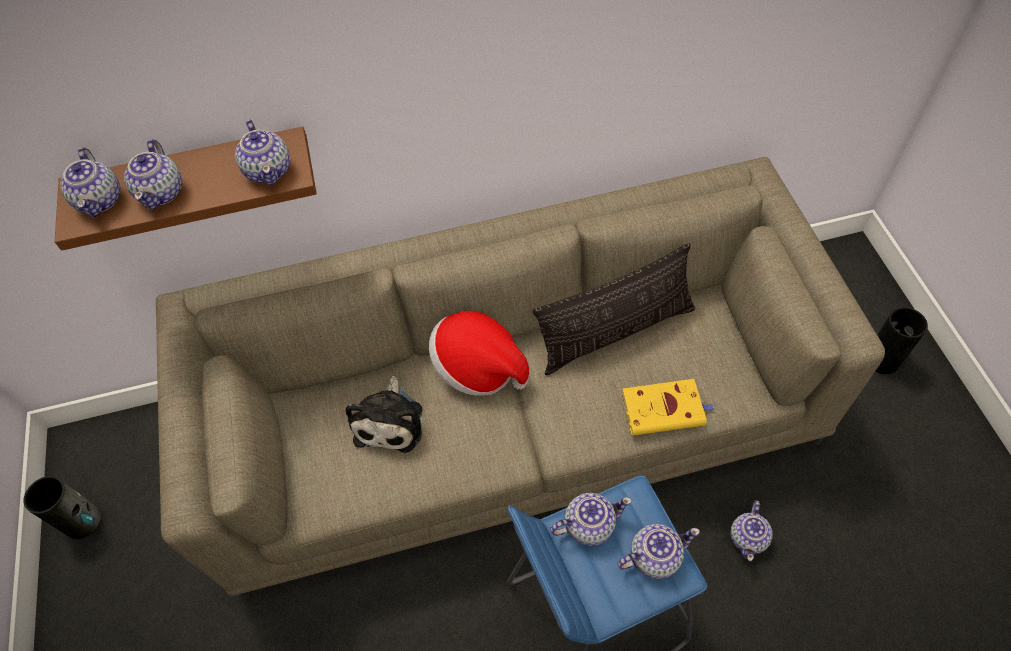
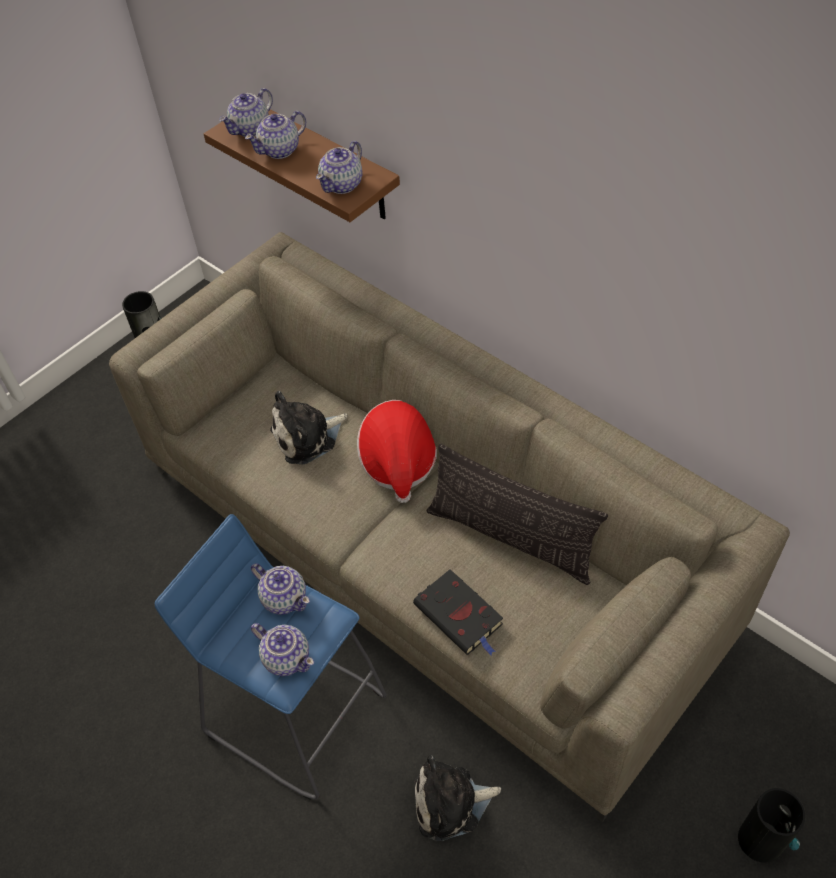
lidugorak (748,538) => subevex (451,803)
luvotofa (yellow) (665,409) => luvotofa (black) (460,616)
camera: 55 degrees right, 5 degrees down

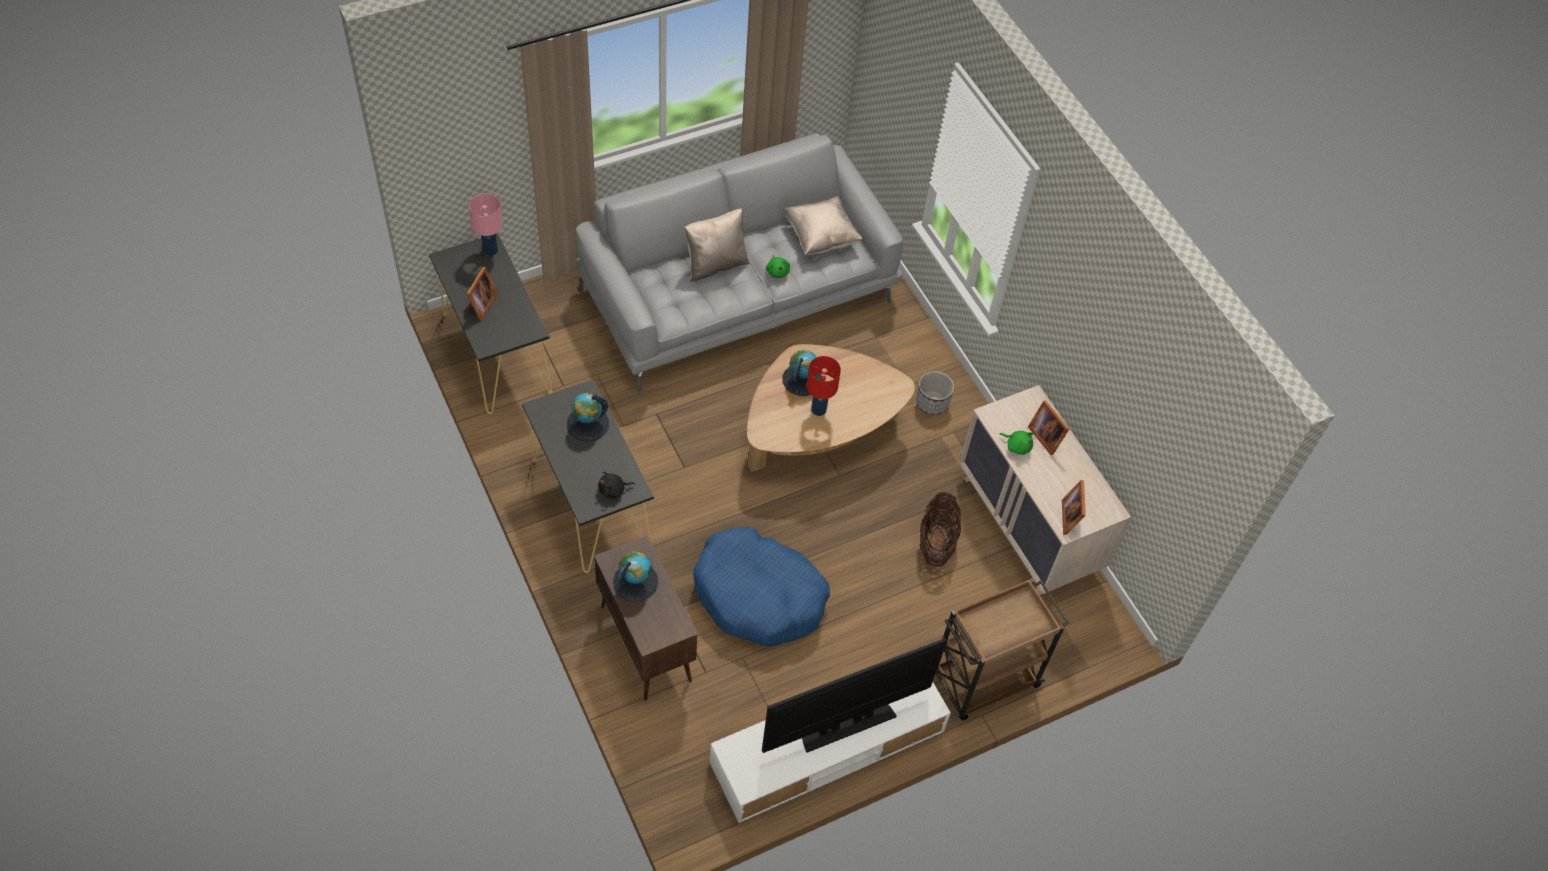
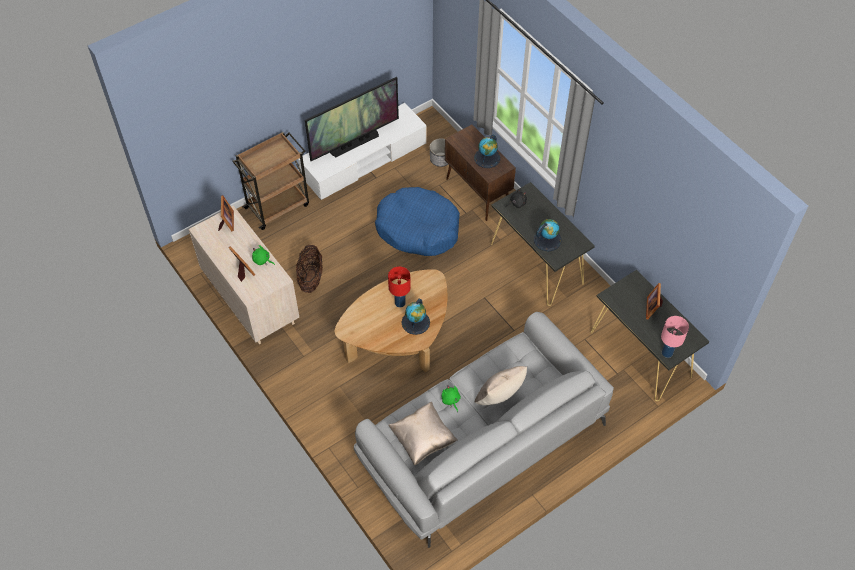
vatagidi (932,403) => vatagidi (440,159), move
camera: 175 degrees right, 0 degrees up

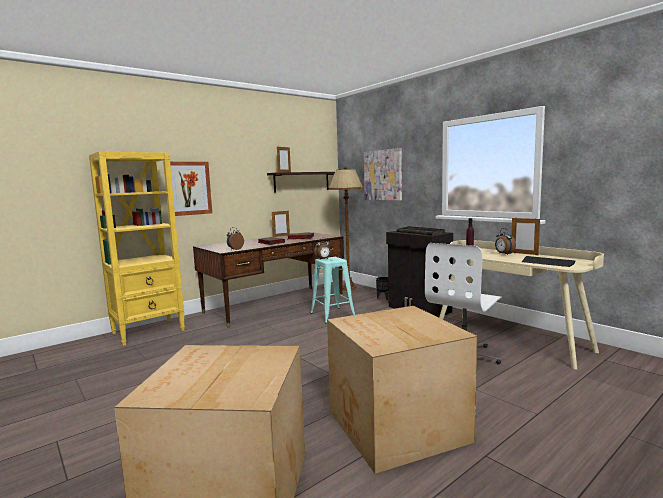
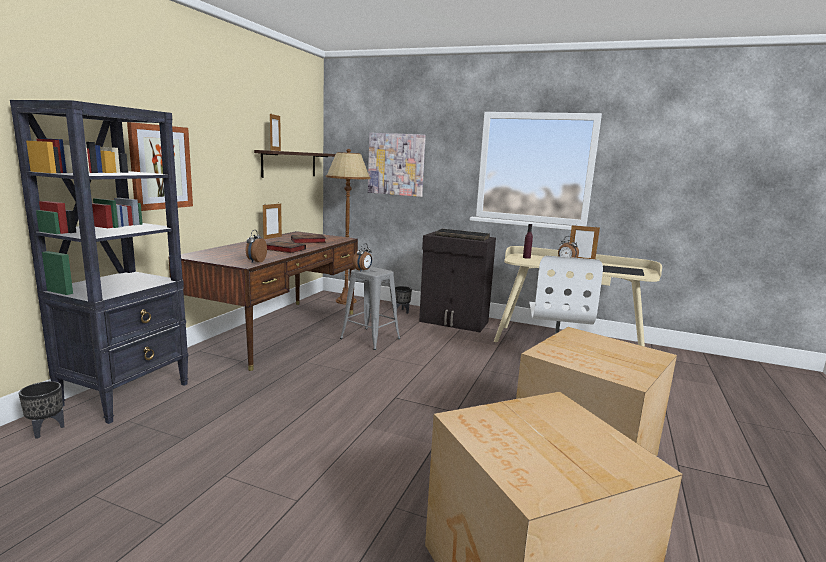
nothing => vatagidi (black) (46,430)
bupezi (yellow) (149,331) => bupezi (black) (127,394)
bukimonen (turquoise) (332,315) => bukimonen (grey) (370,339)
camera: 30 degrees left, 5 degrees up

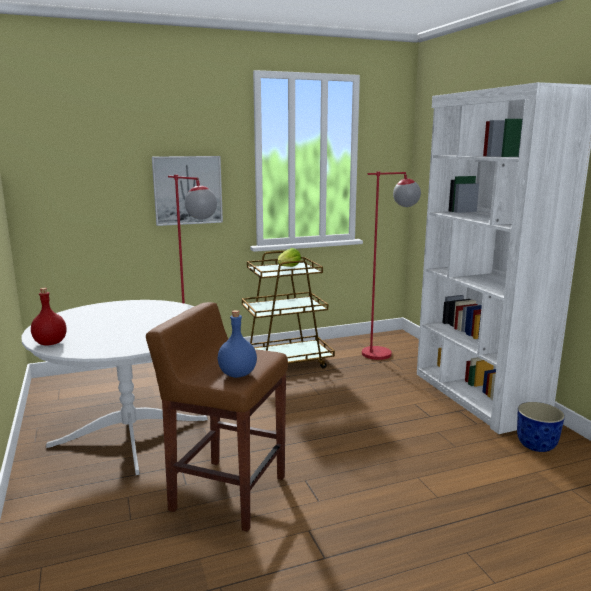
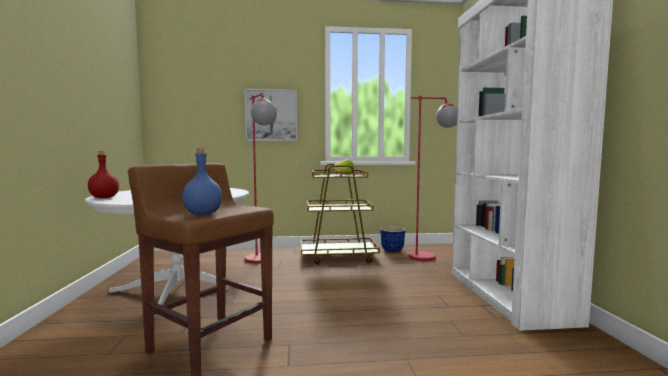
vatagidi (536,445) => vatagidi (392,250), move
camera: 15 degrees right, 10 degrees down

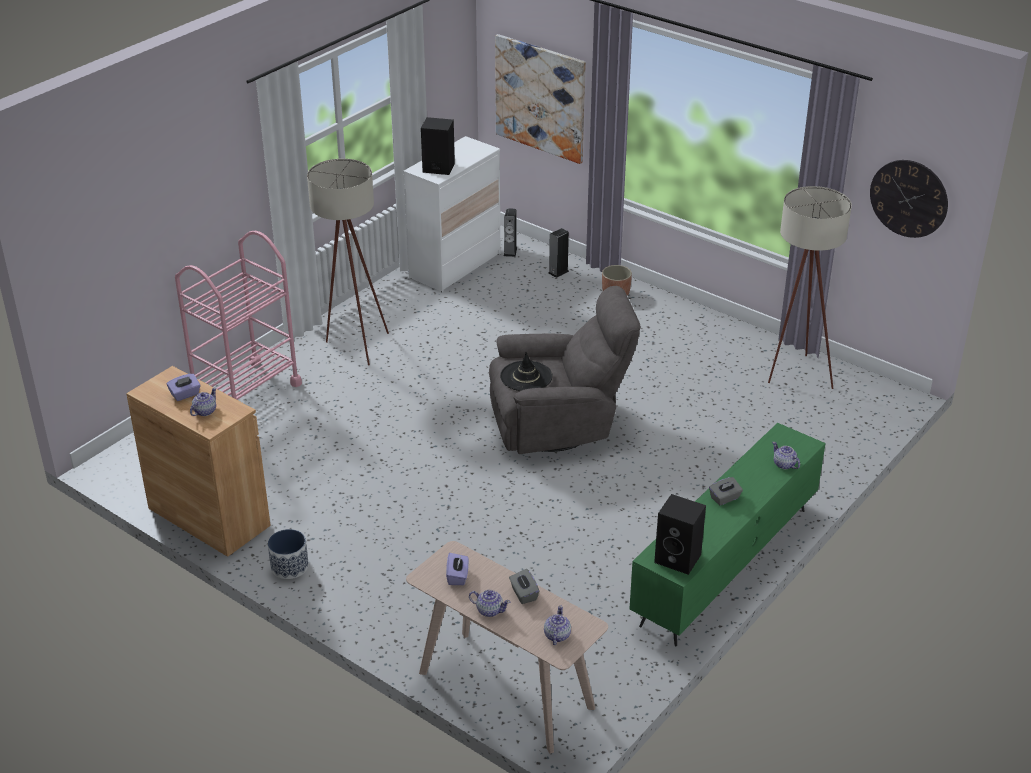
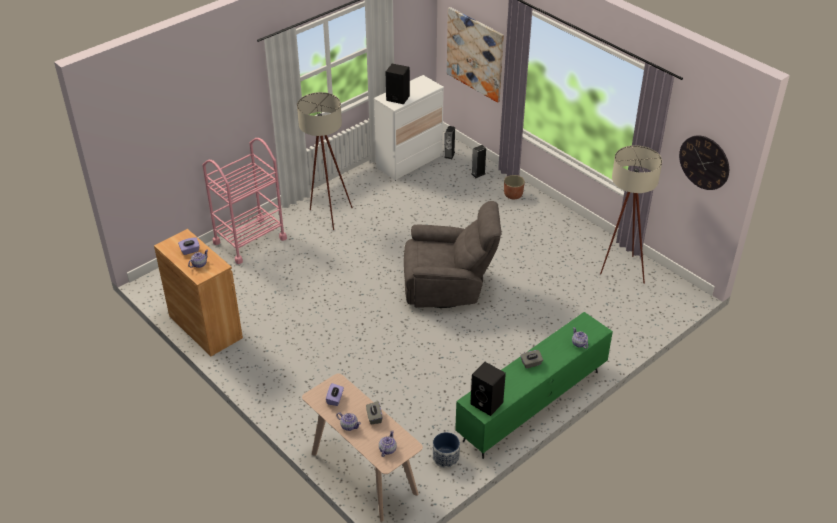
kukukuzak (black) (526,376) => nothing
vatagidi (289,567) => vatagidi (445,458), move
camera: 10 degrees right, 5 degrees up

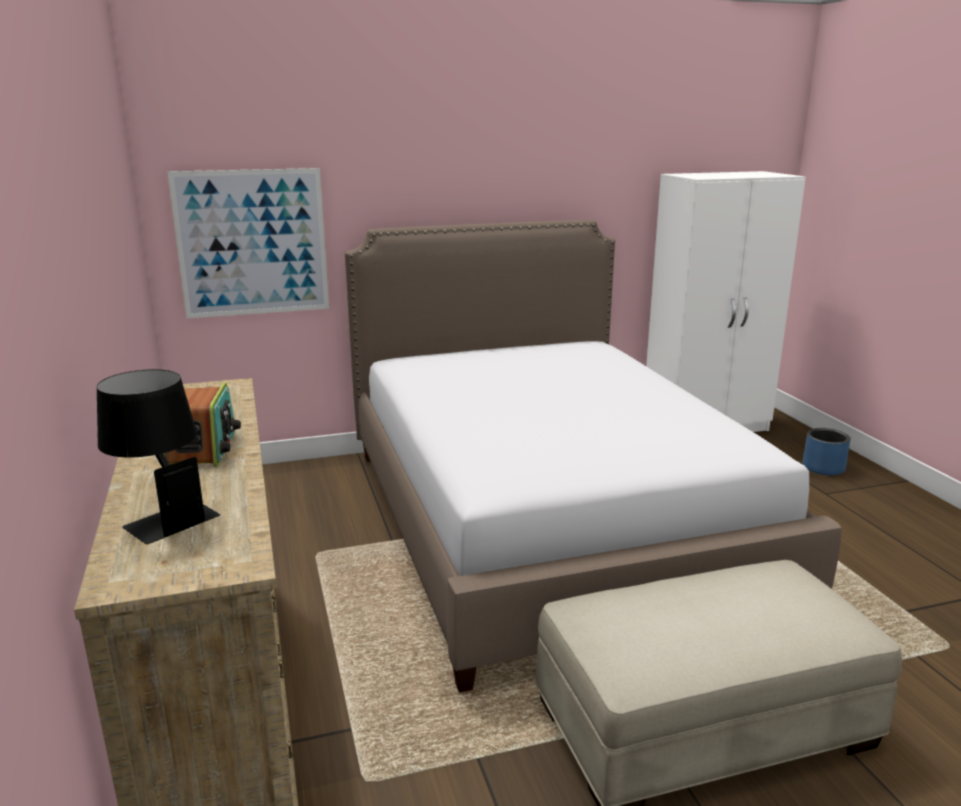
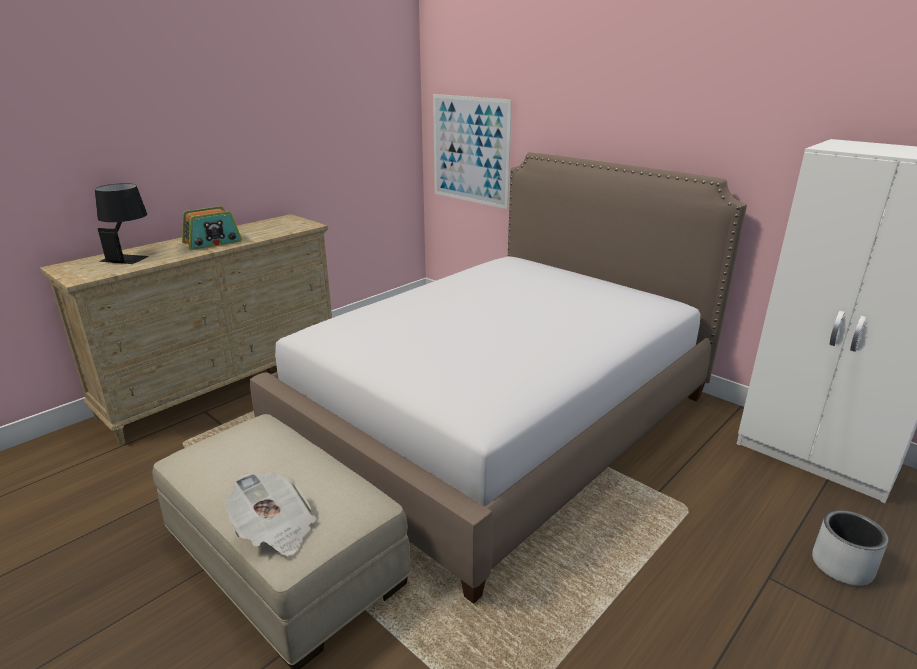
nothing => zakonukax (274,529)
vatagidi (blue) (823,468) => vatagidi (grey) (842,566)
camera: 60 degrees right, 5 degrees up

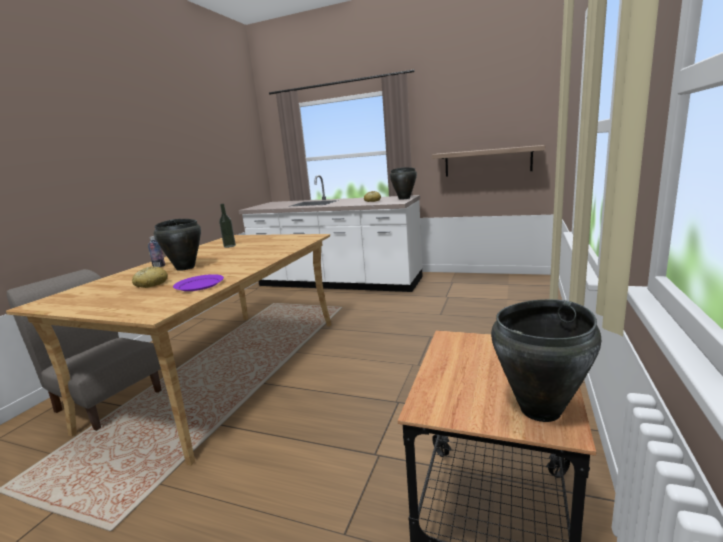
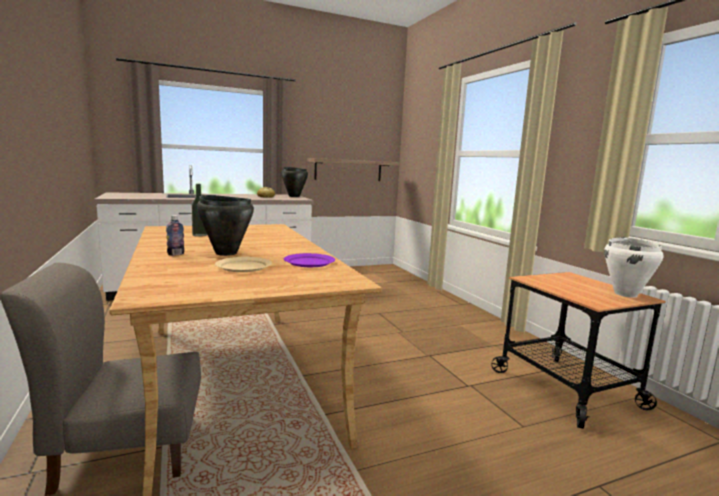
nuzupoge (151,284) => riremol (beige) (243,267)
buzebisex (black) (541,410) => buzebisex (white) (626,294)
camera: 45 degrees left, 5 degrees down

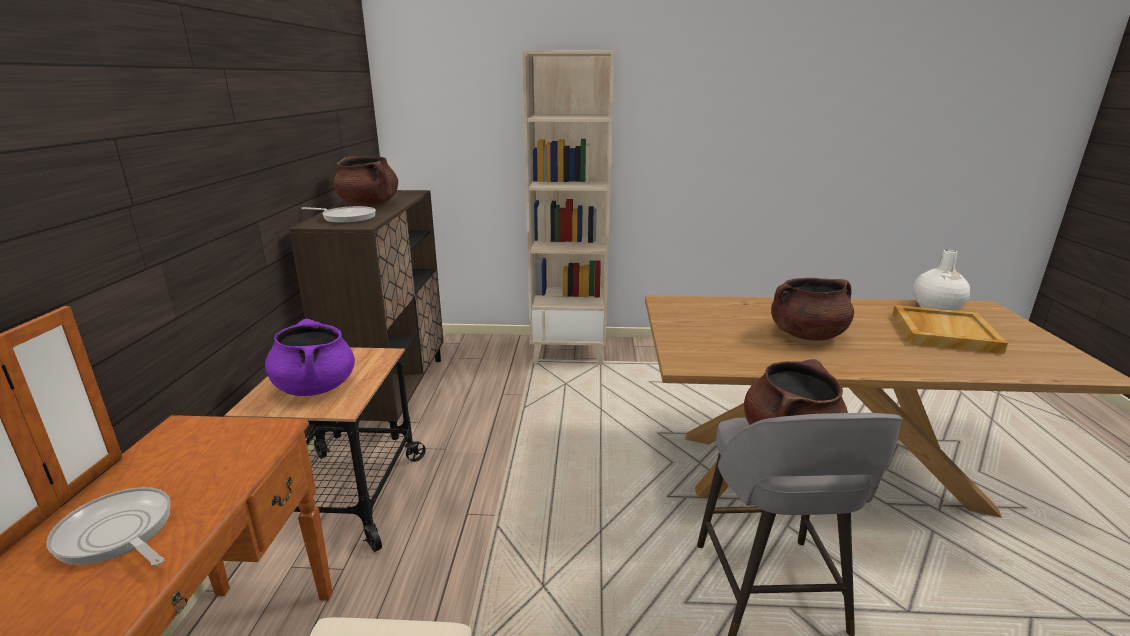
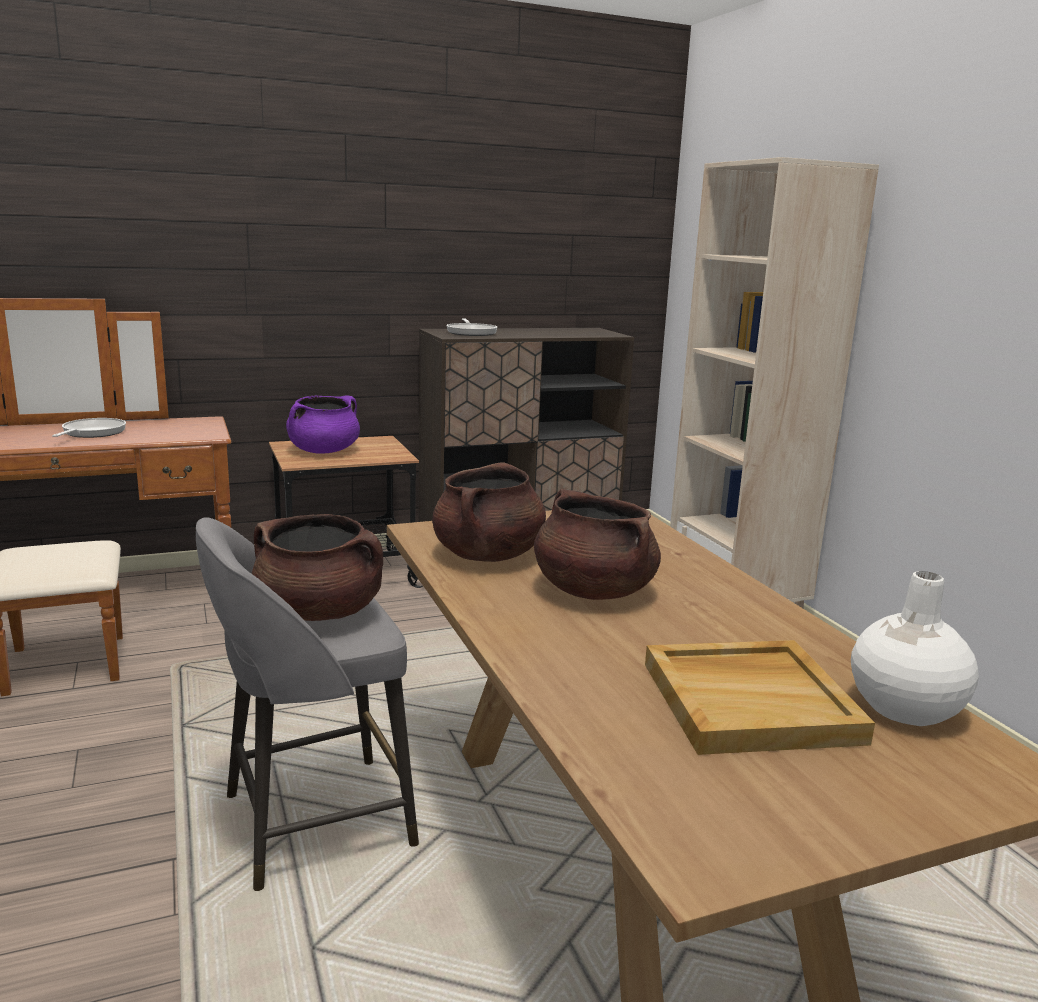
buzebisex (brown) (369,205) => buzebisex (brown) (488,555), move
camera: 65 degrees right, 5 degrees down

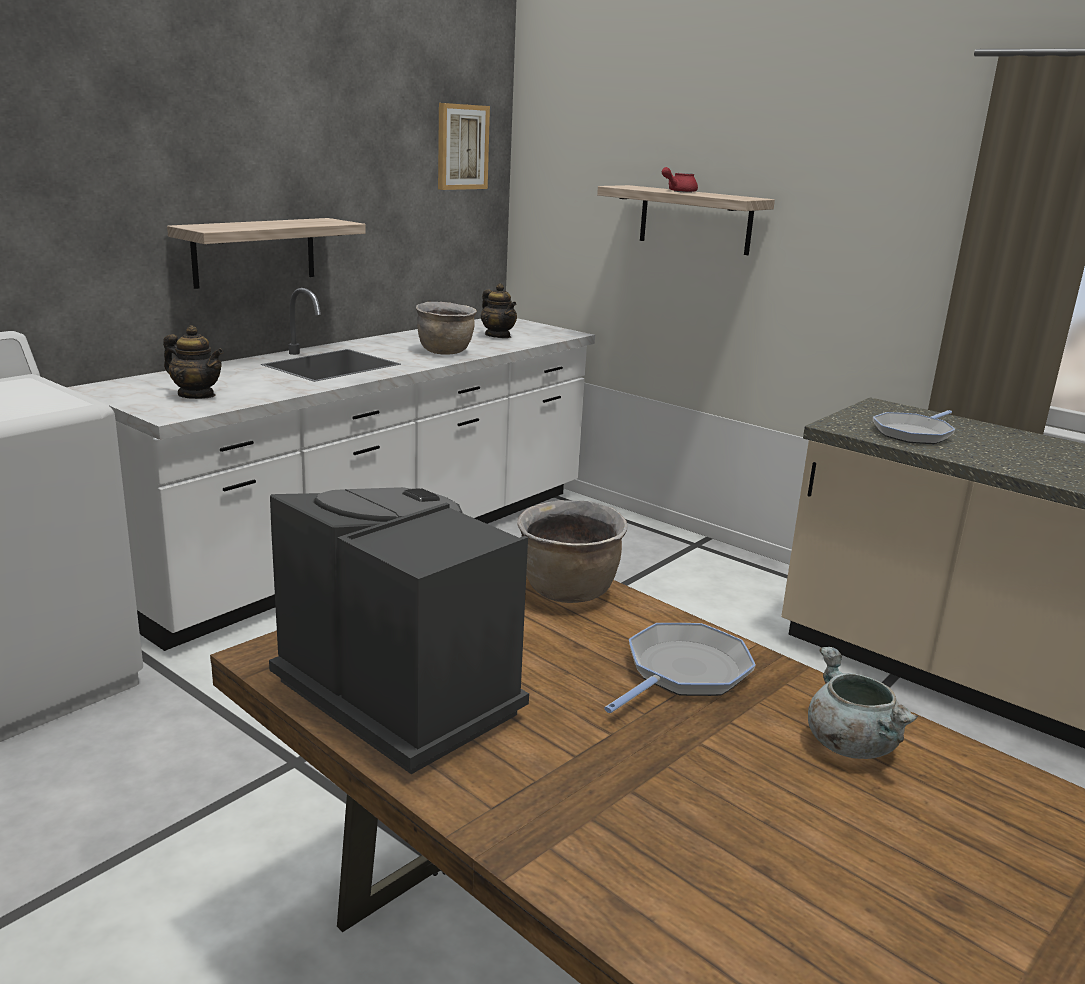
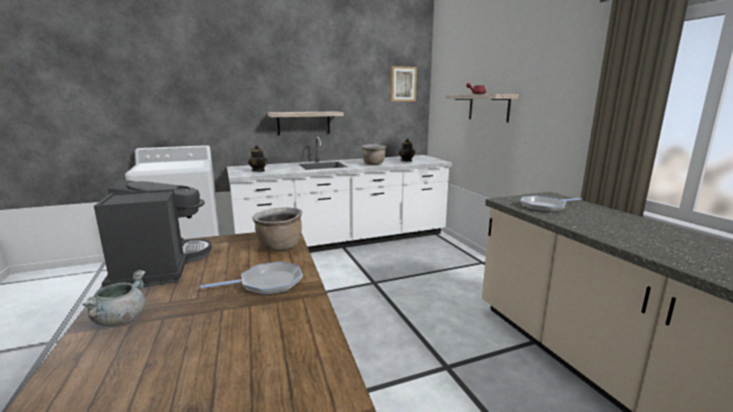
buzebisex (grey) (849,744) => buzebisex (grey) (120,319), move
camera: 30 degrees right, 5 degrees down

